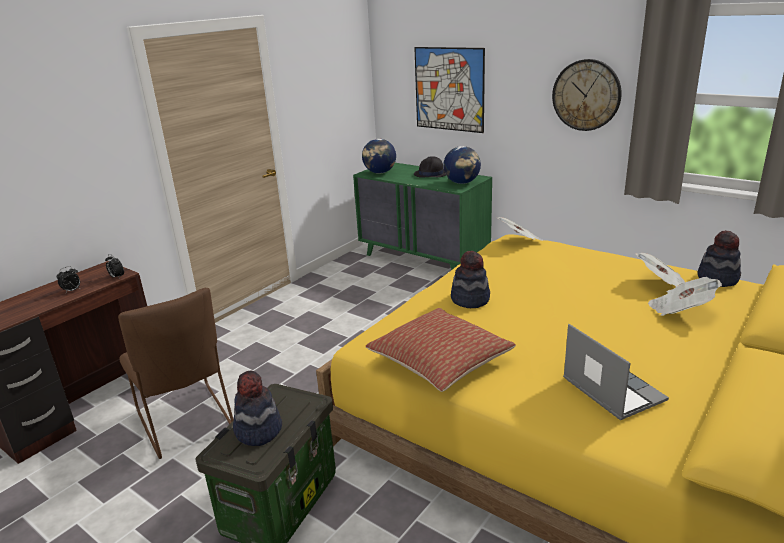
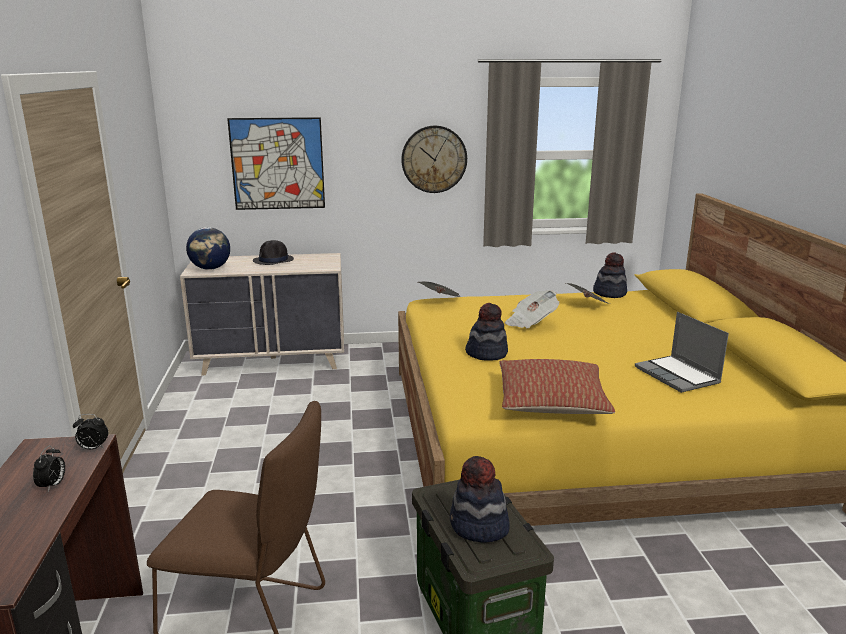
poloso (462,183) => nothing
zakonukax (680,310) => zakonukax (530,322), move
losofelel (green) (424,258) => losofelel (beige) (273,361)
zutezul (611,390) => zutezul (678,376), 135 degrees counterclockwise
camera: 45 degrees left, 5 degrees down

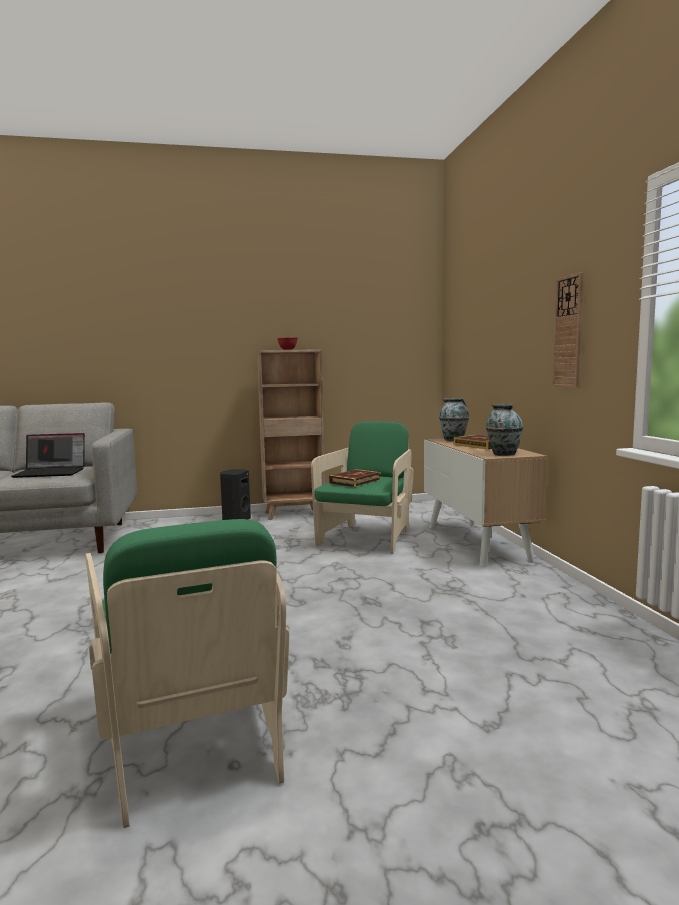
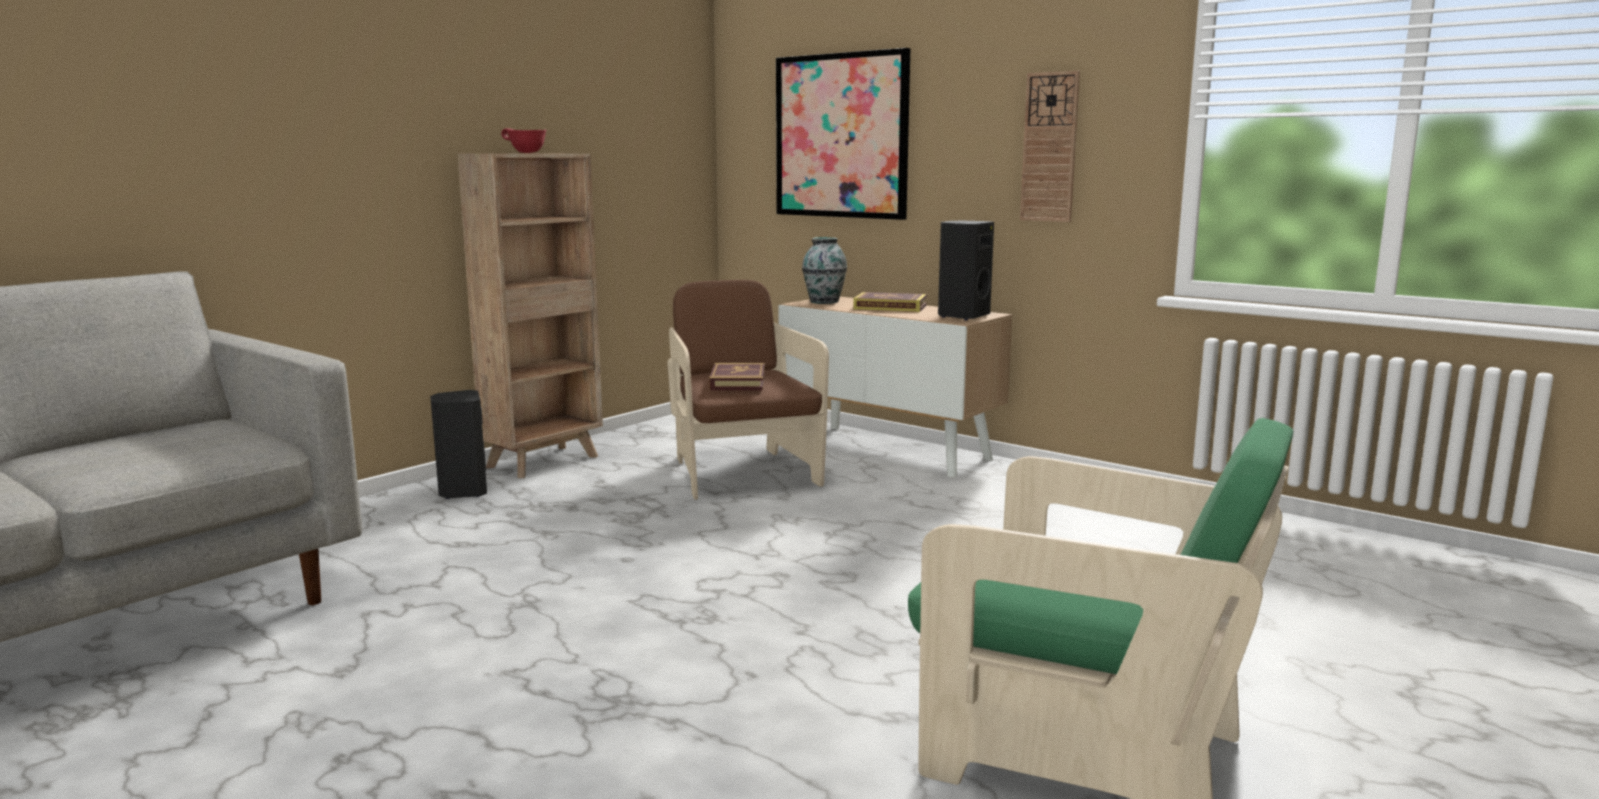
zutezul (52,472) => nothing
nothing => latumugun (841,136)
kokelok (503,454) => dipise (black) (962,316)
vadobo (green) (367,538) => vadobo (brown) (742,473)
camera: 40 degrees left, 5 degrees up

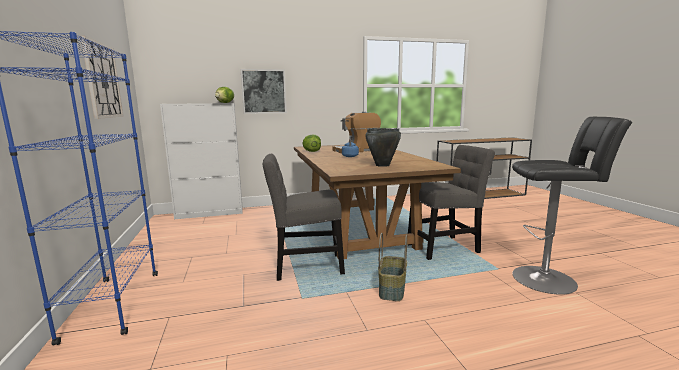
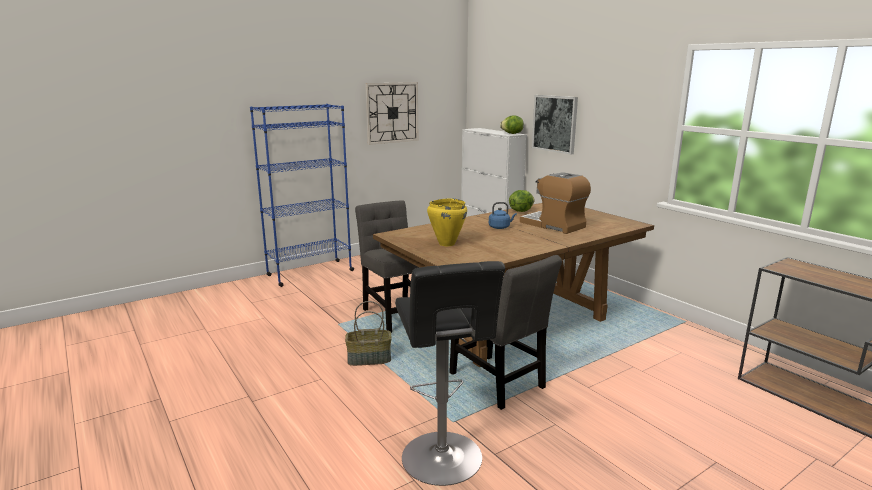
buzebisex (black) (382,165) => buzebisex (yellow) (446,244)
camera: 70 degrees right, 5 degrees up

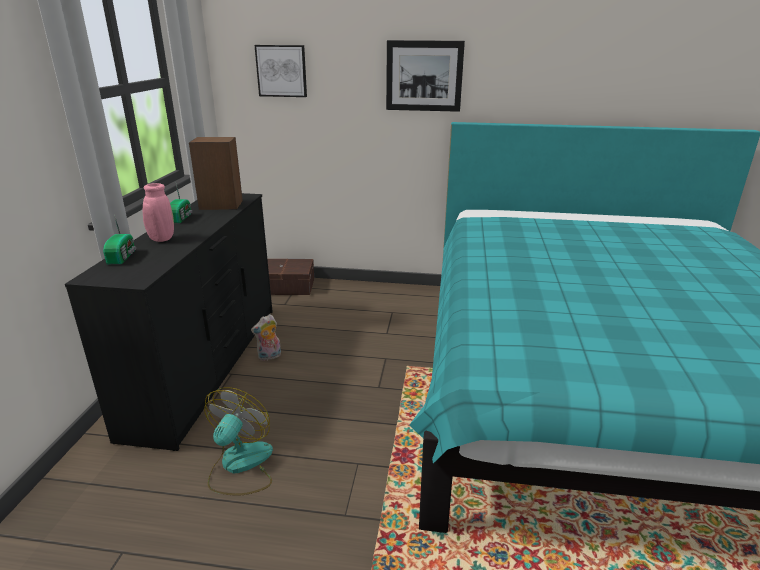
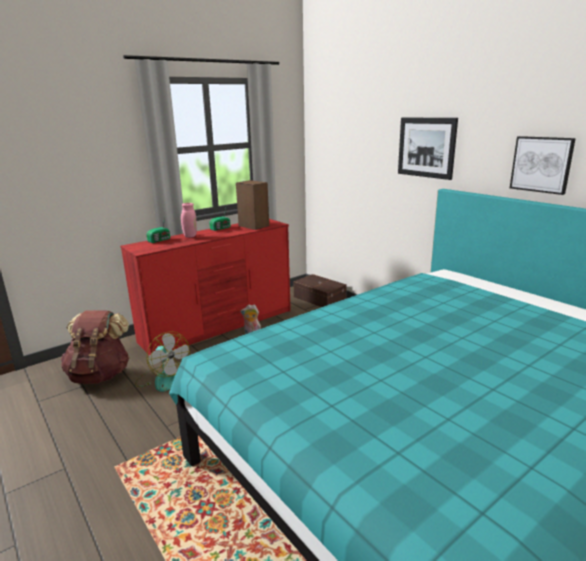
nothing => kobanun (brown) (100,375)
latumugun (281,71) => latumugun (541,164), move
losofelel (black) (208,365) => losofelel (red) (219,326)
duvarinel (240,466) => duvarinel (162,378), 75 degrees clockwise
camera: 45 degrees right, 5 degrees down

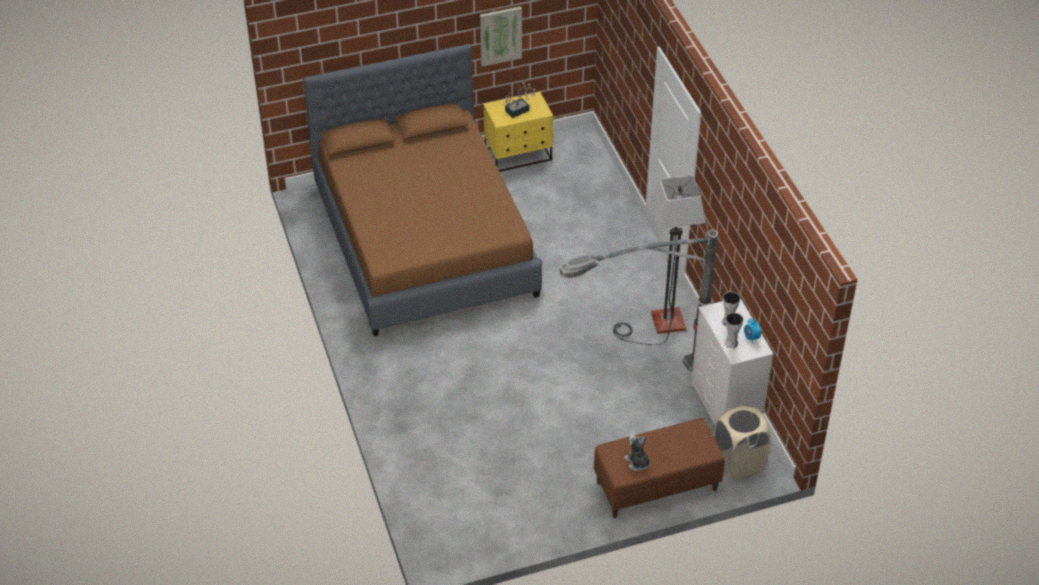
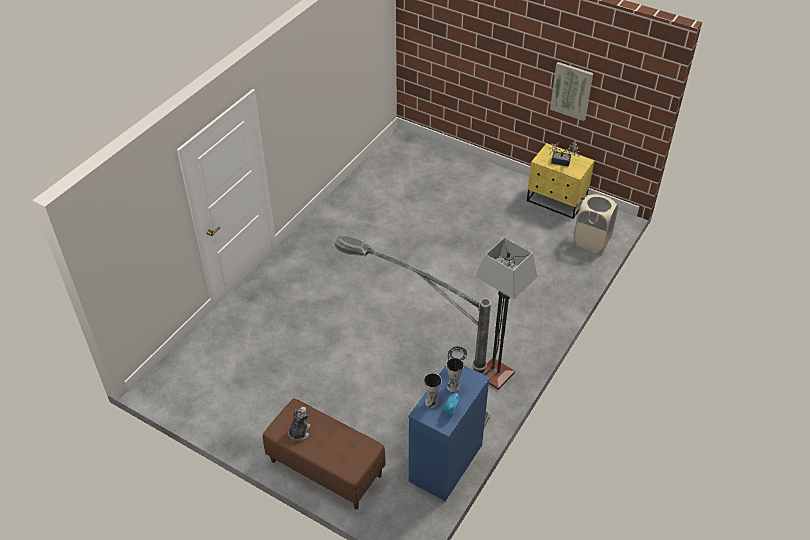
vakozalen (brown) (425,239) => nothing
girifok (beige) (738,463) => girifok (beige) (592,241), move
losofelel (white) (725,408) => losofelel (blue) (445,463)
camera: 50 degrees right, 0 degrees up

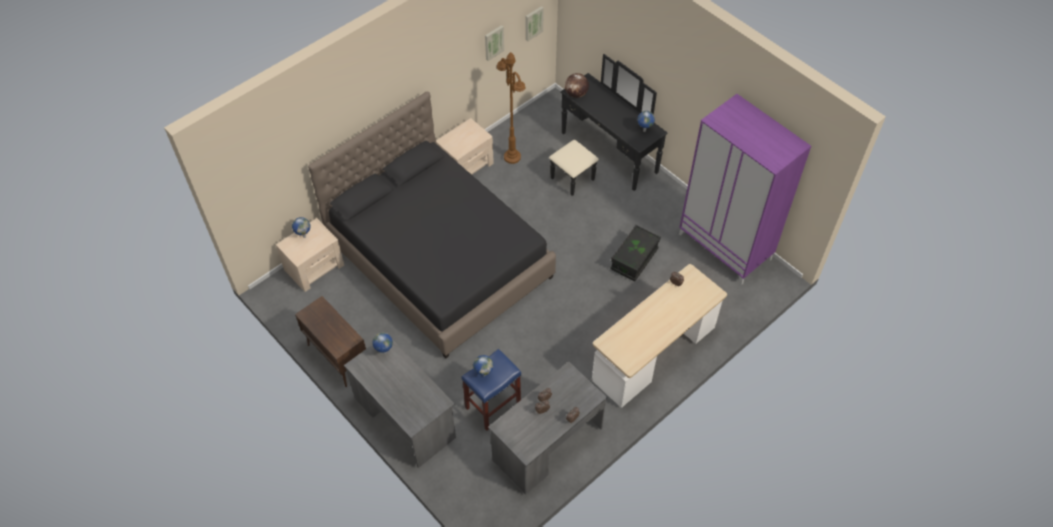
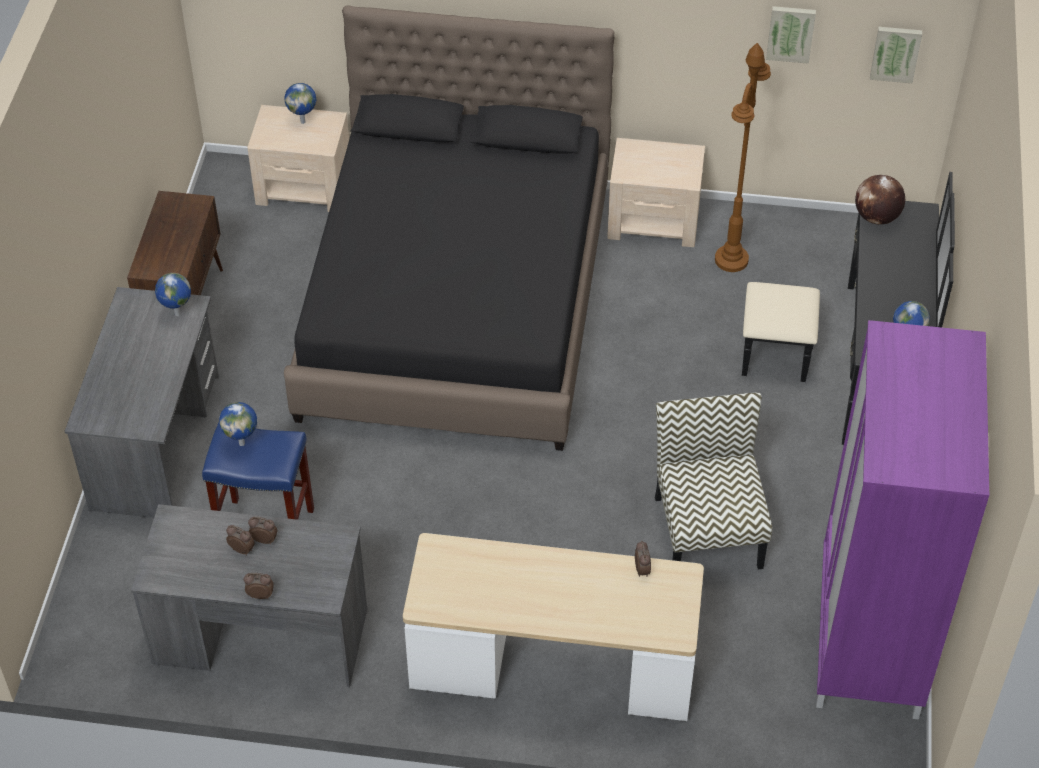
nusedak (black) (634,259) => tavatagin (707,530)
camera: 50 degrees right, 5 degrees down

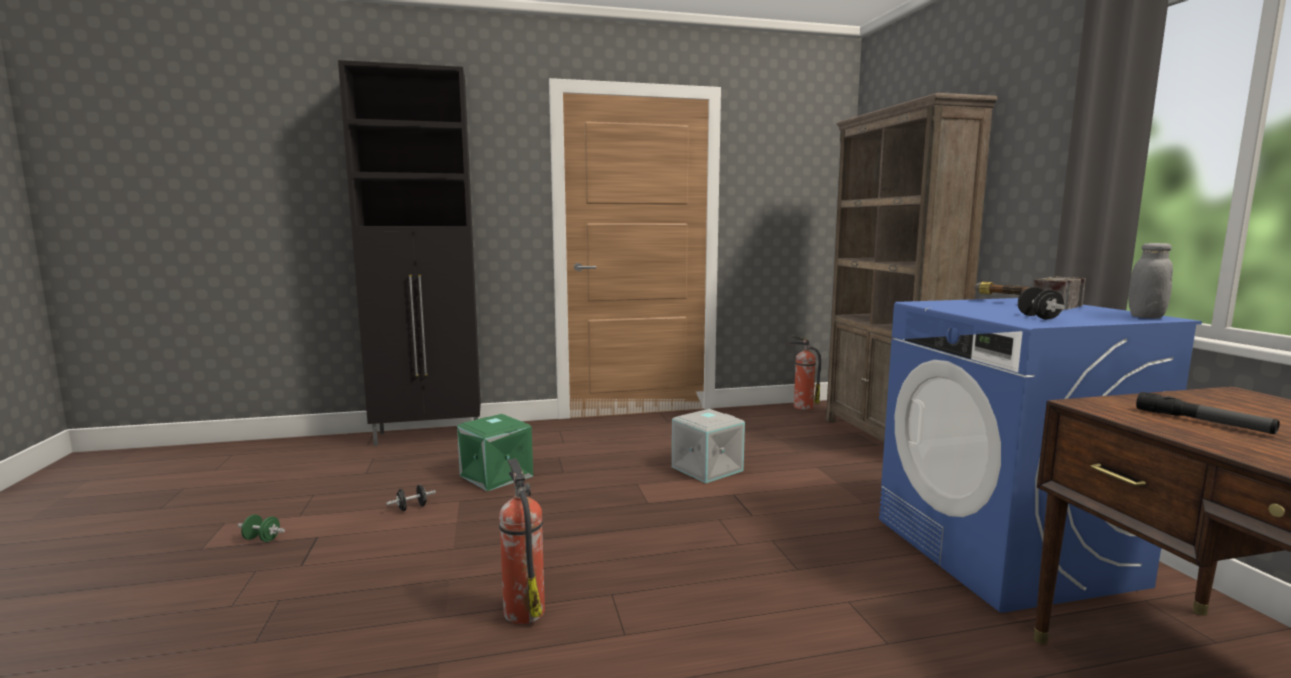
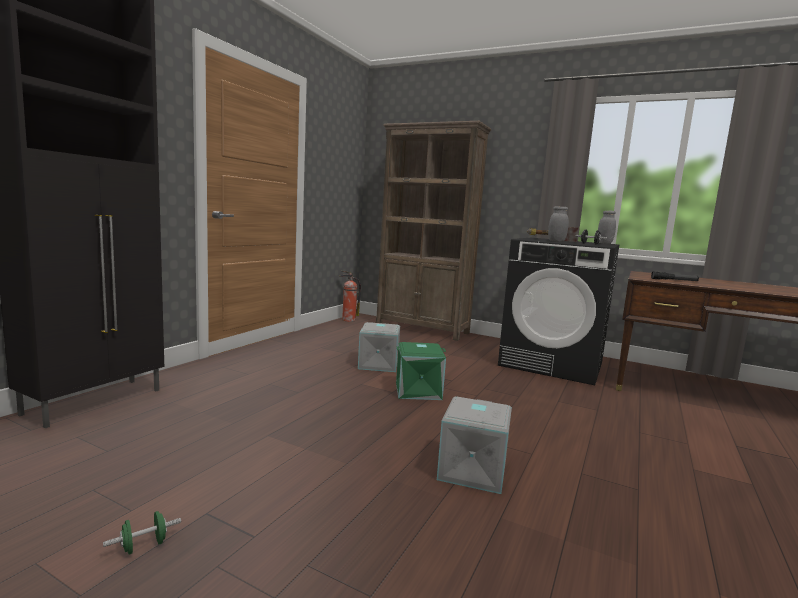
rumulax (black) (412,508) => nothing
nothing => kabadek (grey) (556,241)
nusedak (green) (495,476) => nusedak (green) (418,391), move
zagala (523,610) => nusedak (grey) (471,470)
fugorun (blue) (1004,551) => fugorun (black) (552,364)
camera: 50 degrees left, 0 degrees up

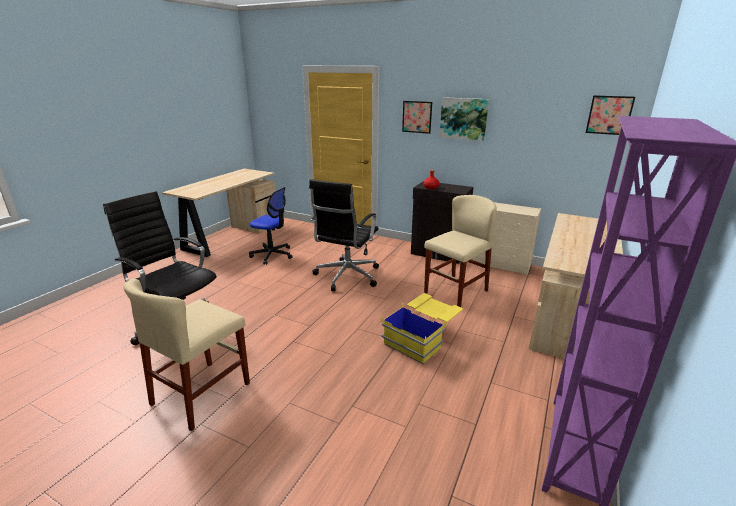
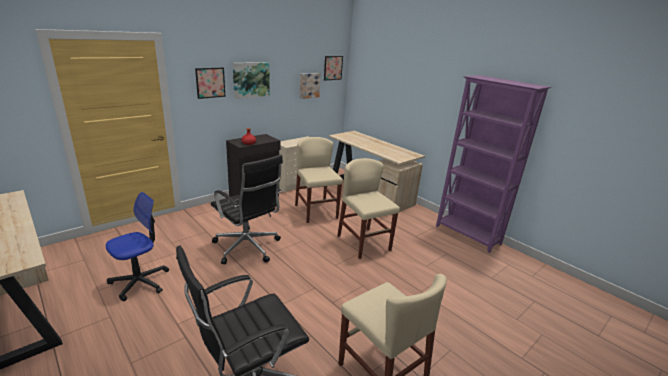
nothing => latumugun (309,85)
nusedak (yellow) (422,338) => tavatagin (beige) (364,243)
camera: 70 degrees left, 0 degrees up

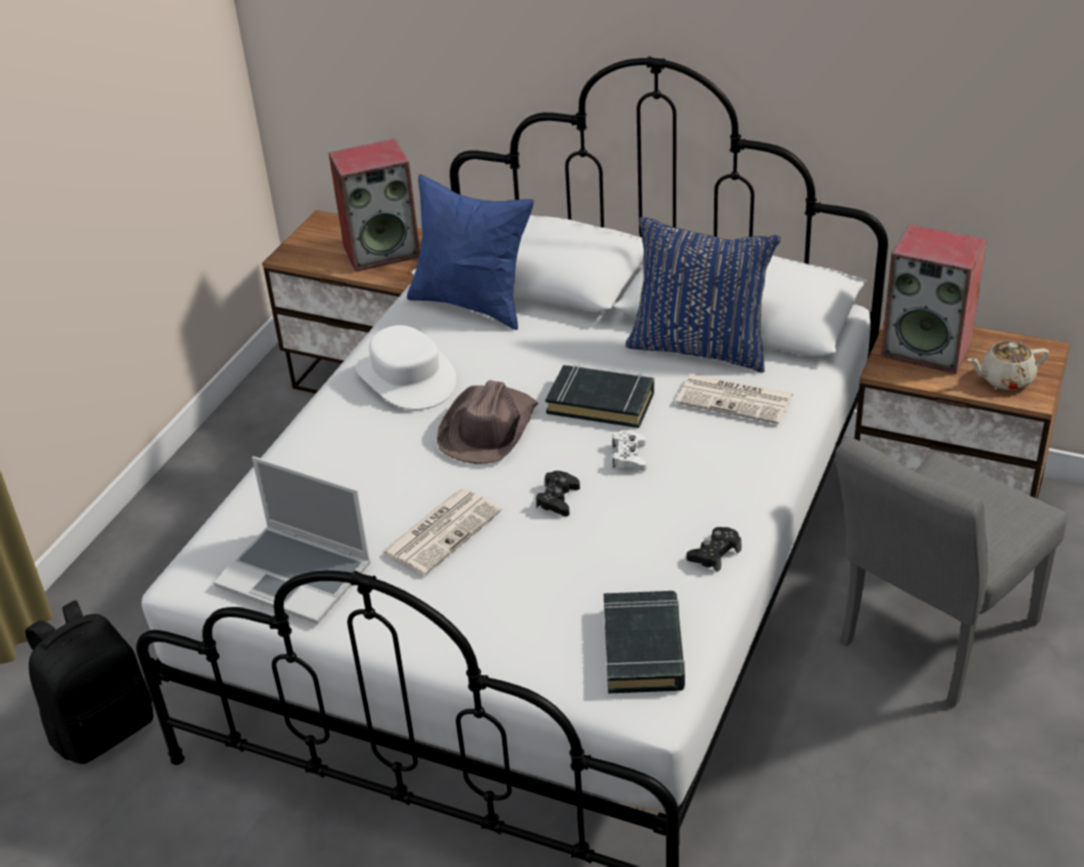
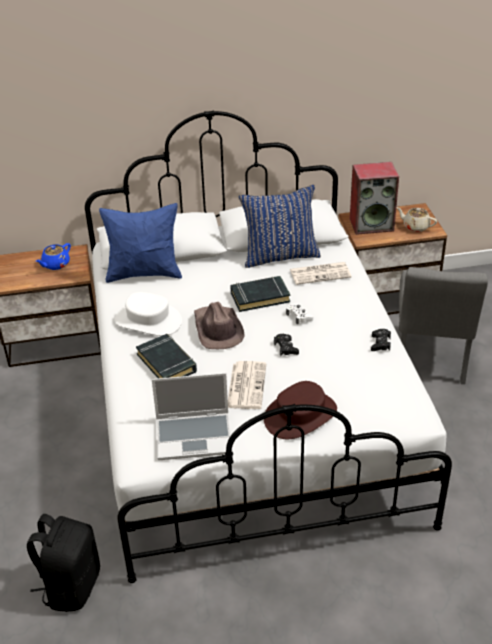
nothing => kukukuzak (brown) (300,415)
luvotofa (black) (643,648) => luvotofa (black) (167,363), move
dipise (382,251) => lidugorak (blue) (55,265)
lidugorak (beige) (1005,379) => lidugorak (beige) (415,226), 75 degrees clockwise
camera: 35 degrees left, 0 degrees up

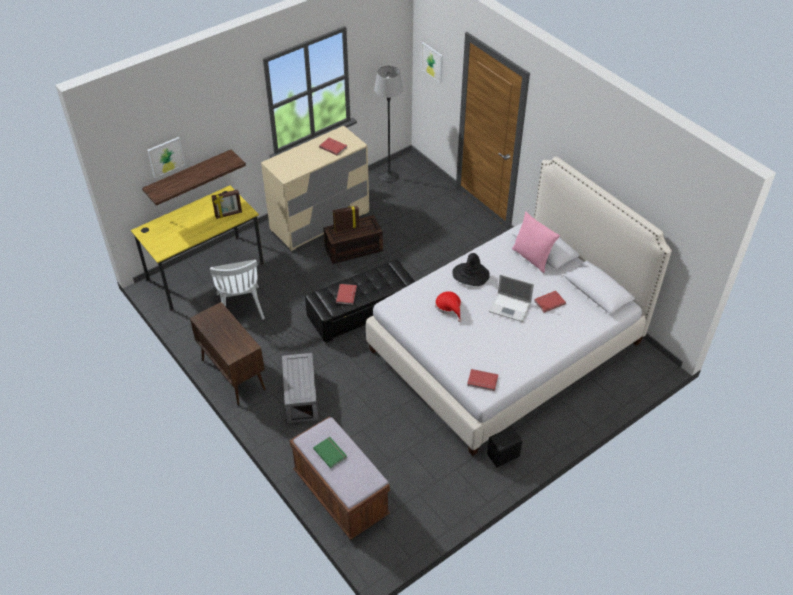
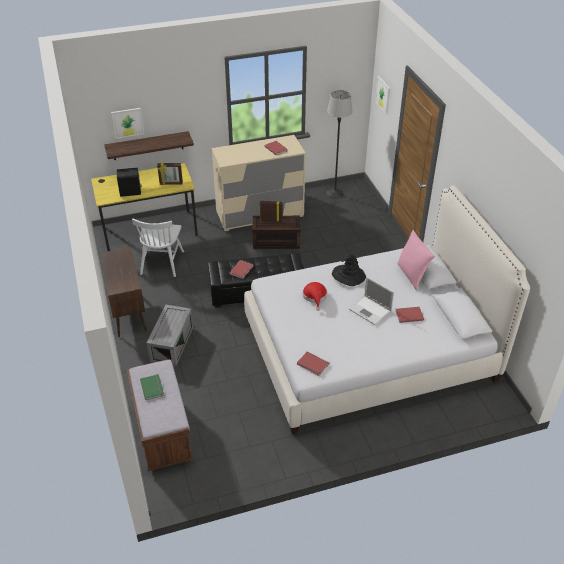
dipise (black) (504,456) => dipise (black) (131,192), move
camera: 20 degrees right, 5 degrees down

